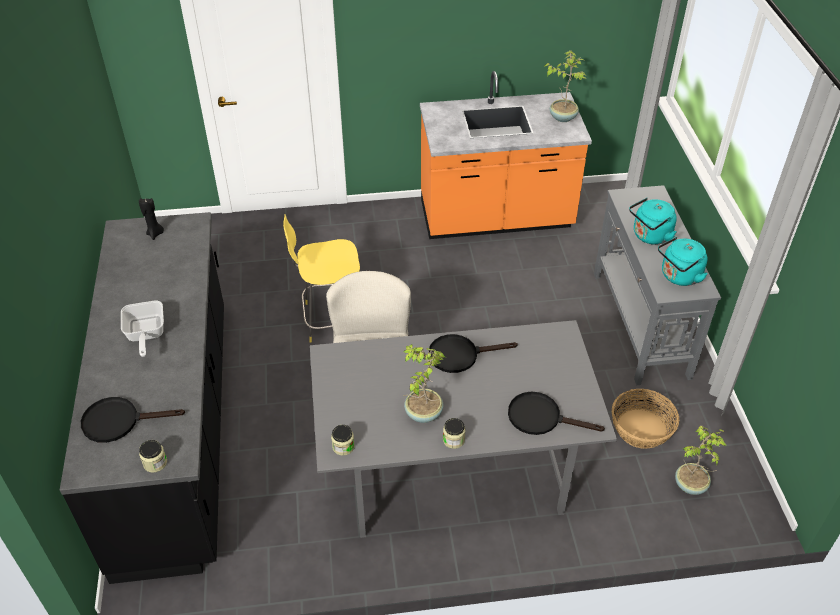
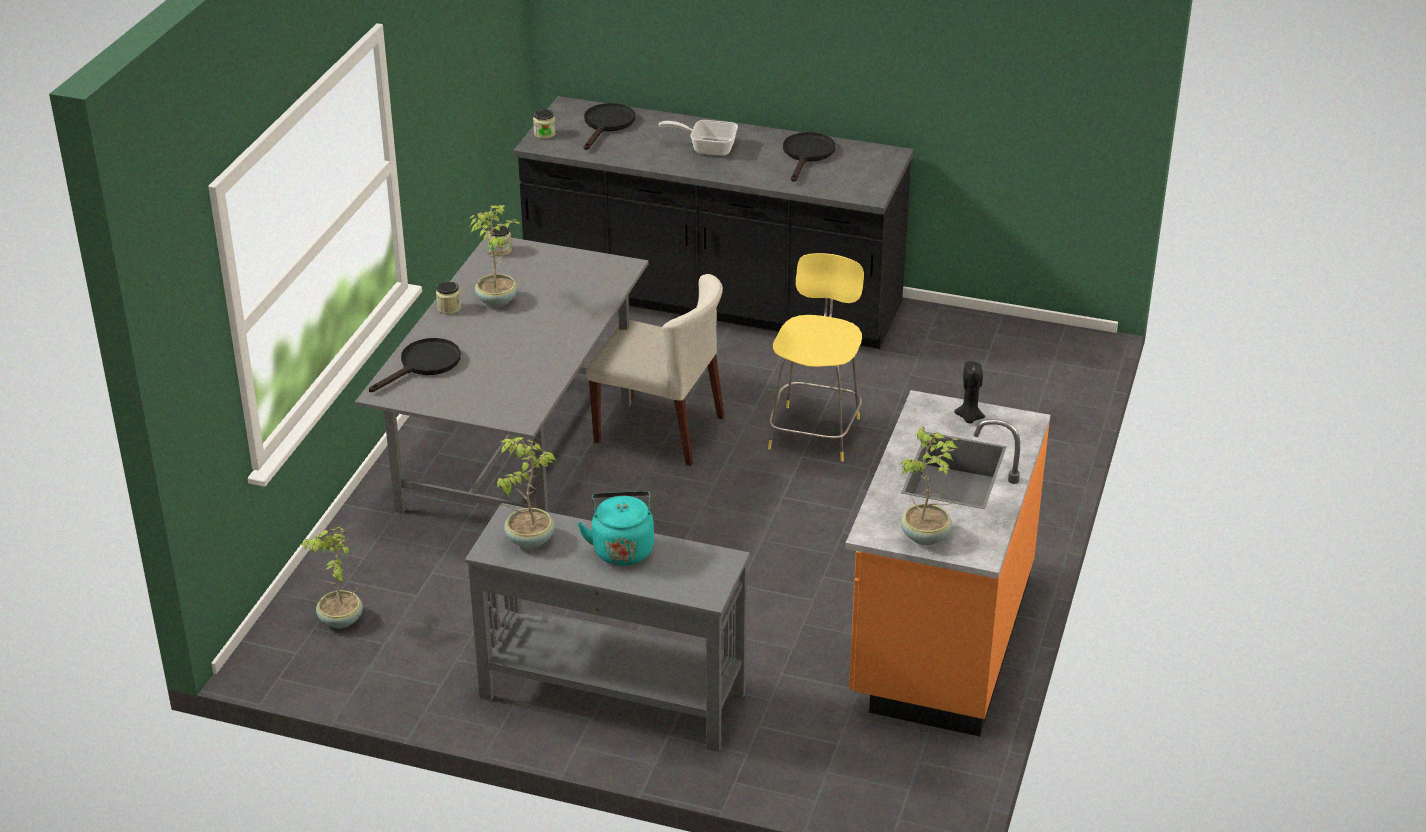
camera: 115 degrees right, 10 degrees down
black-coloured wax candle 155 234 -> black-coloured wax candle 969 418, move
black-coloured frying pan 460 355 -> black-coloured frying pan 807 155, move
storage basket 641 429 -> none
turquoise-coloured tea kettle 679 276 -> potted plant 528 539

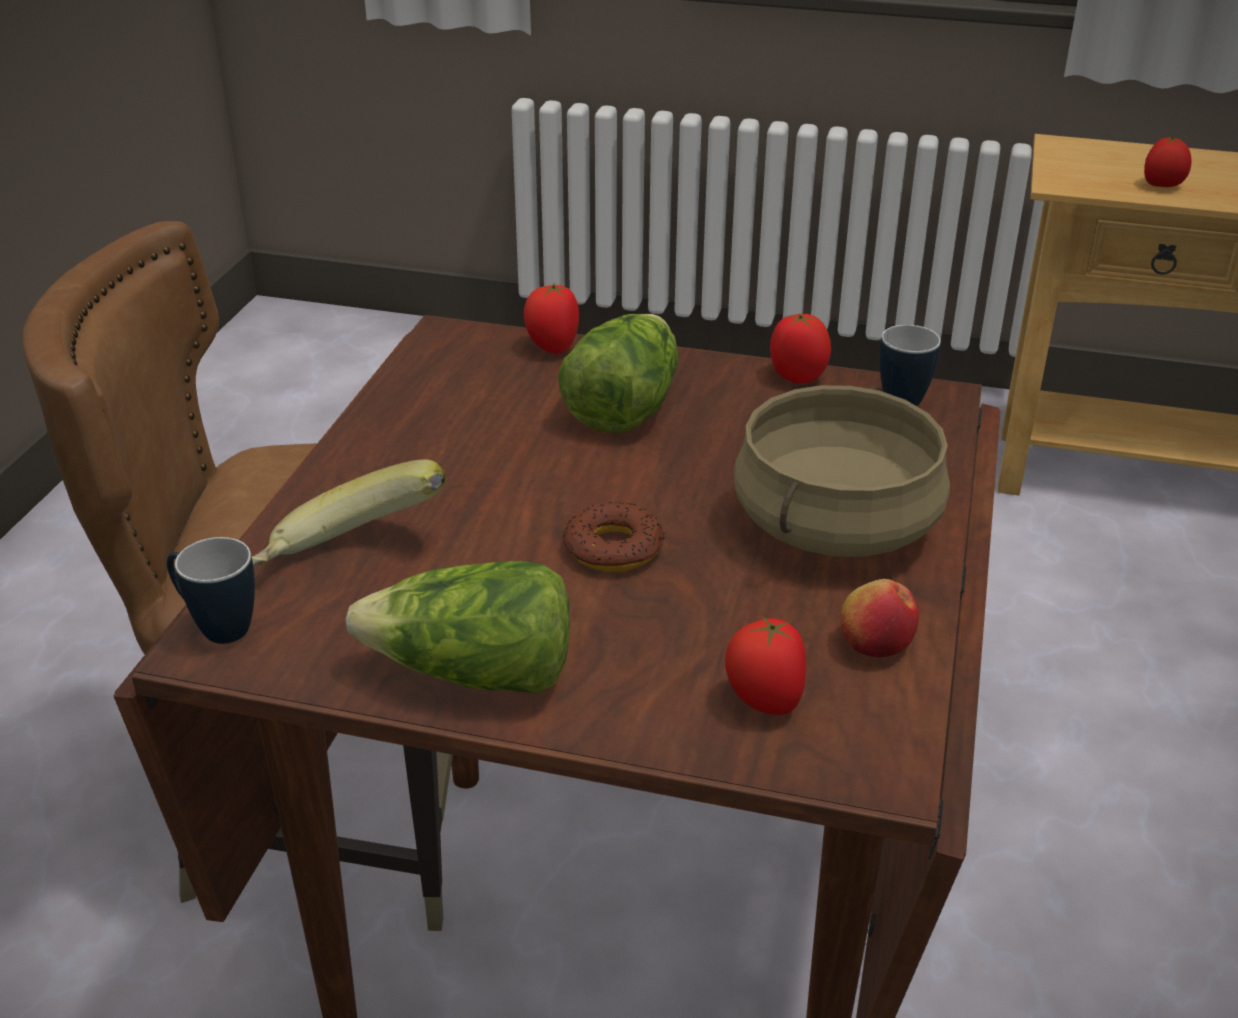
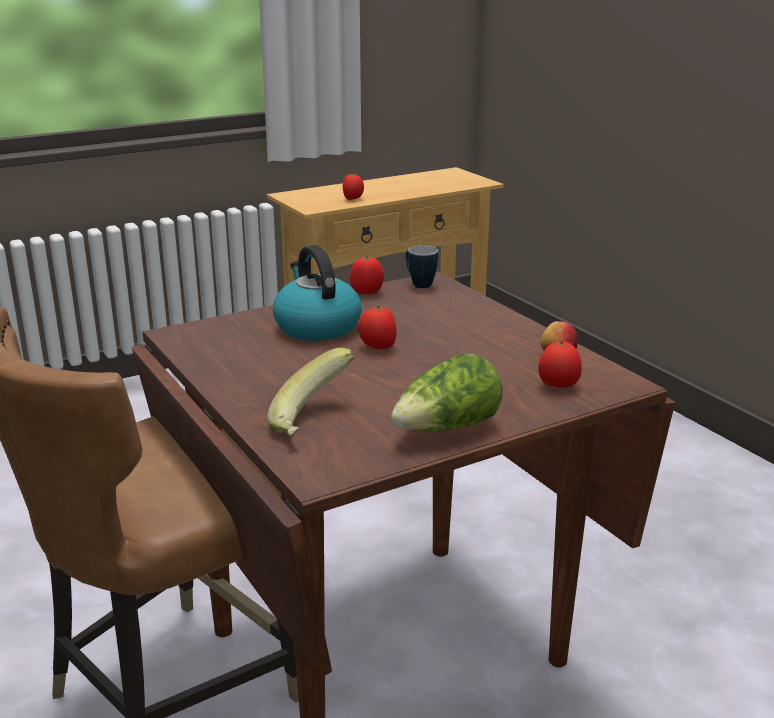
camera: 45 degrees left, 10 degrees down
tea mug 216 627 -> none
tomato 552 347 -> tomato 377 347, move
lettuce 623 406 -> tea kettle 316 326
donut 614 548 -> none
sand-coloured saucepot 834 525 -> none

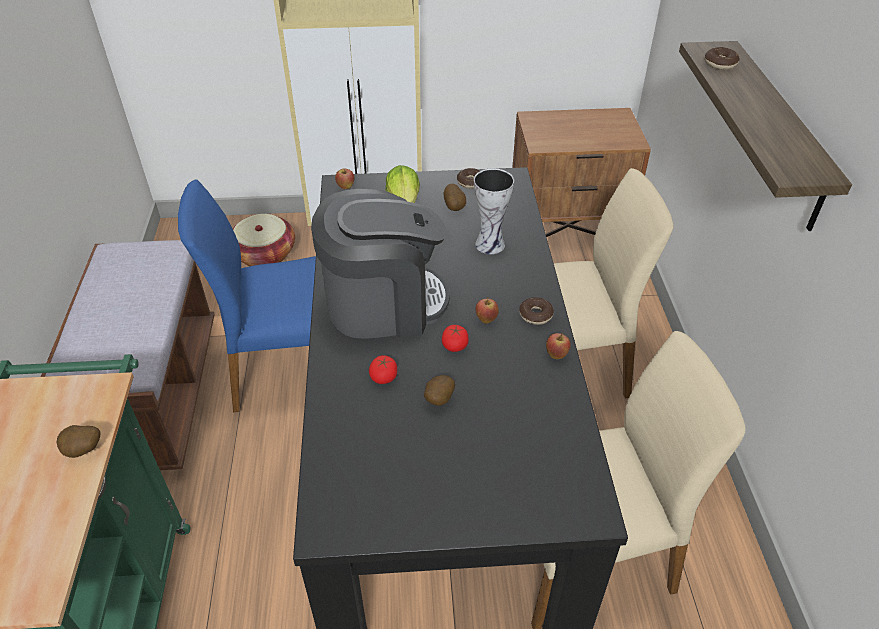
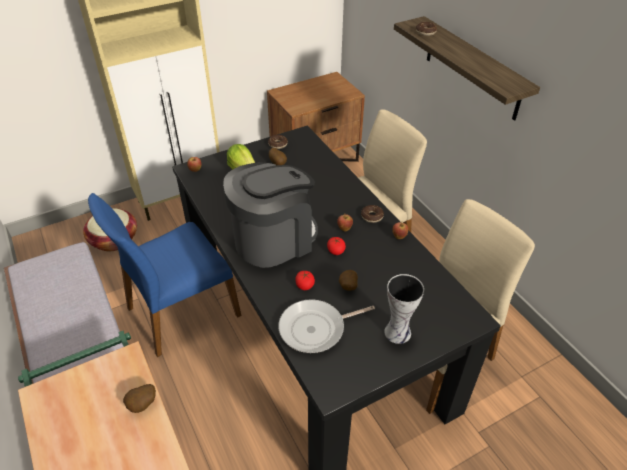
camera: 25 degrees left, 0 degrees up
vase 491 244 -> vase 398 331, move
none -> frying pan 316 329

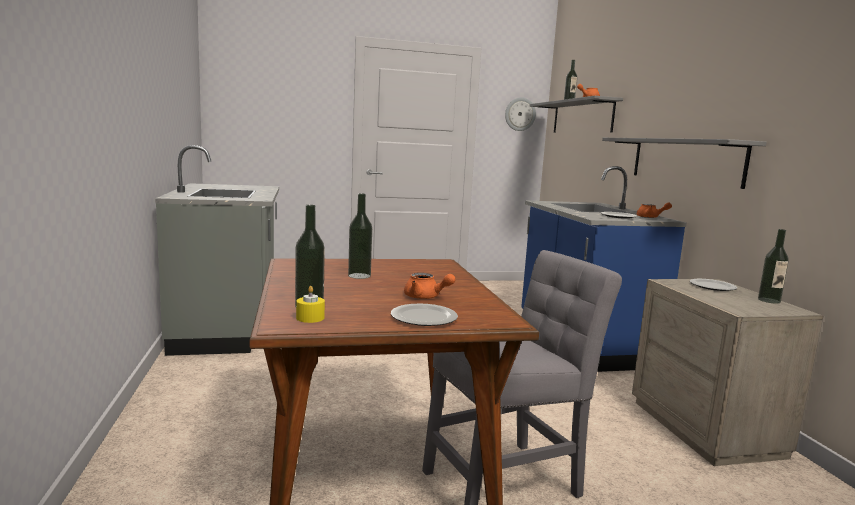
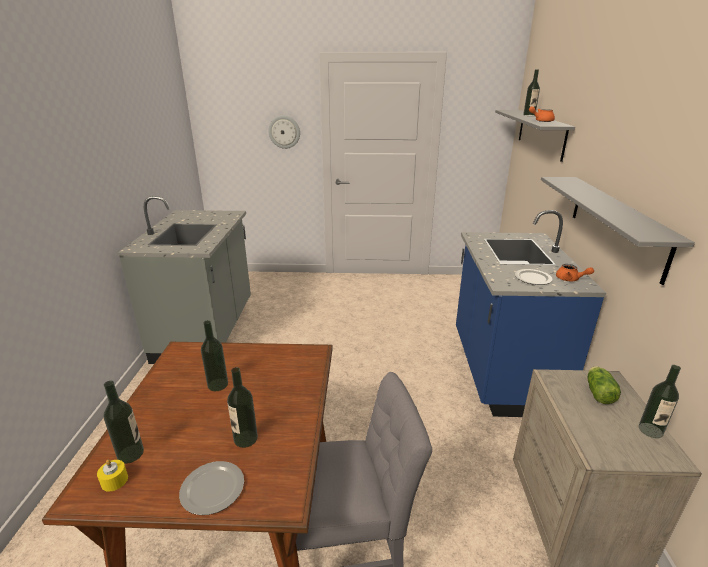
camera: 15 degrees right, 15 degrees up
orange-coloured tea pot 425 297 -> bottle 245 439
wall clock 520 114 -> wall clock 284 132, move
plate 712 287 -> lettuce 598 392

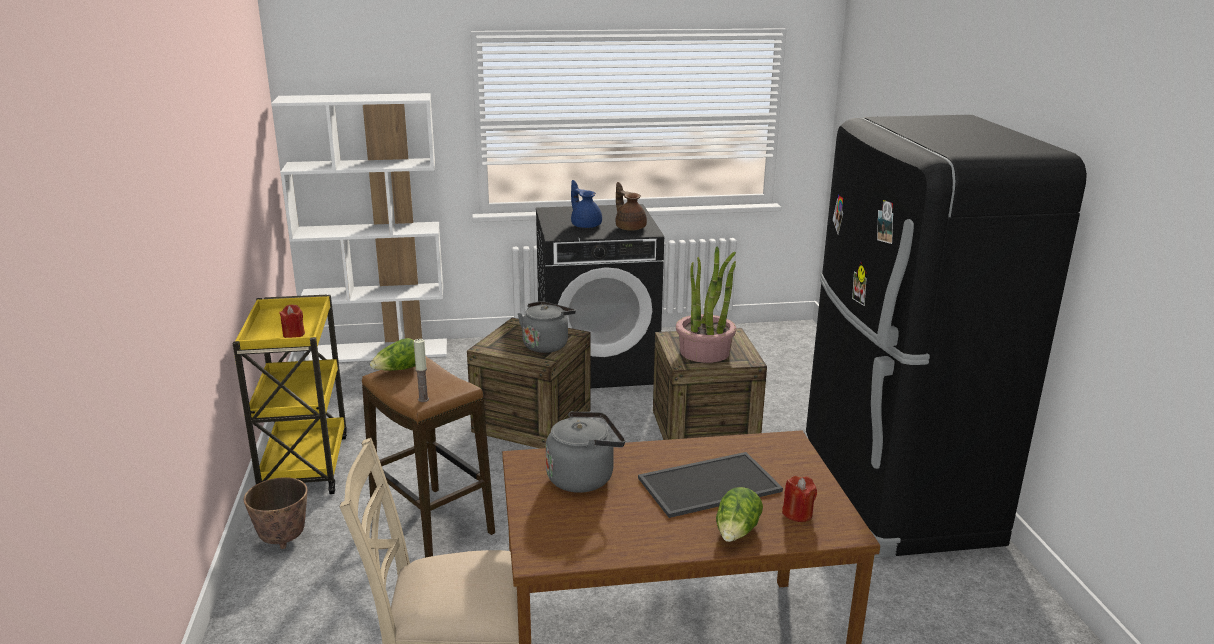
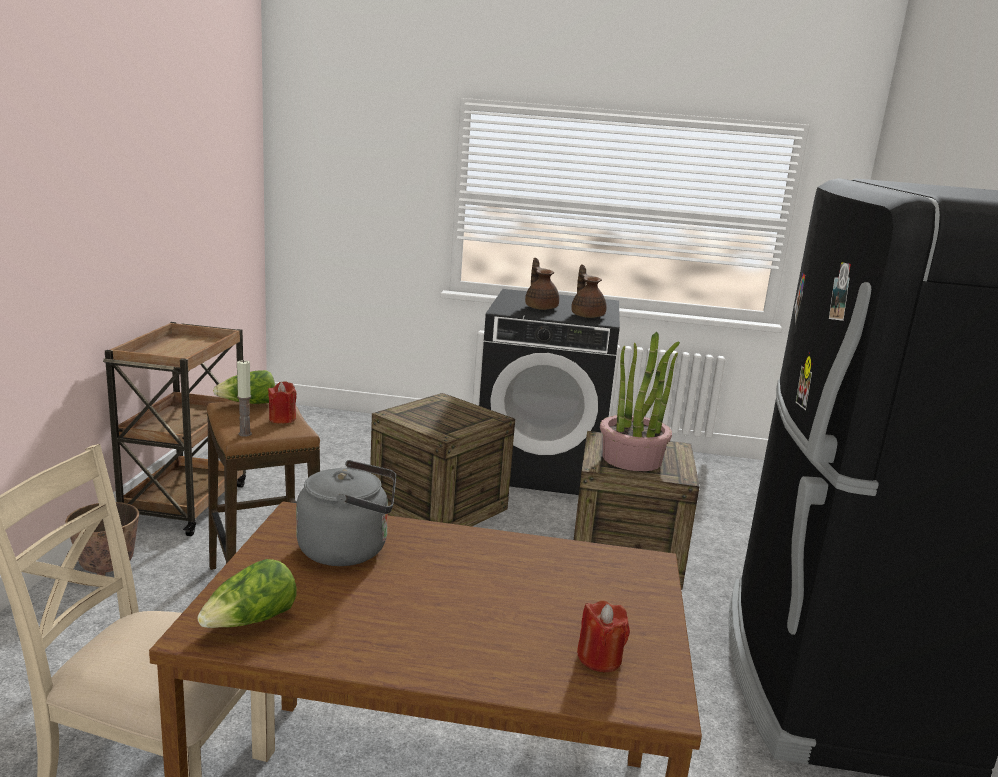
camera: 15 degrees right, 5 degrees down
yellow-coloured trolley 304 464 -> brown-coloured trolley 185 503
white-coloured bookcase 379 351 -> none
red wax candle 293 334 -> red wax candle 282 419, move
grey tea kettle 546 345 -> none
blue tea pot 585 225 -> brown-coloured tea pot 540 307
serving tray 709 483 -> none
lettuce 737 532 -> lettuce 251 622, move

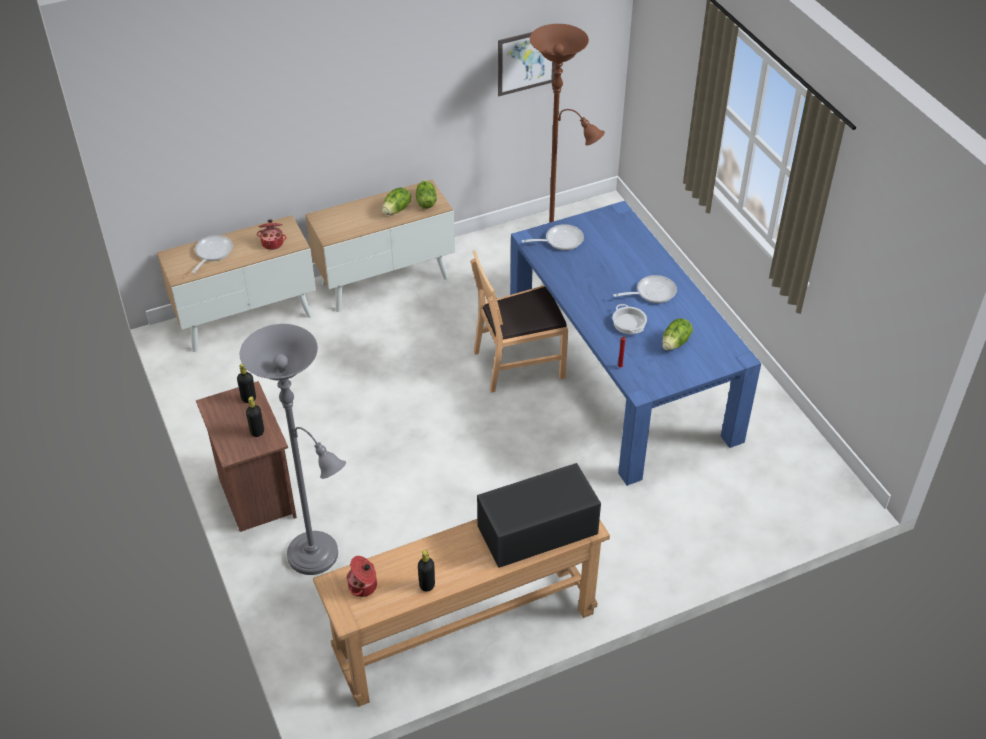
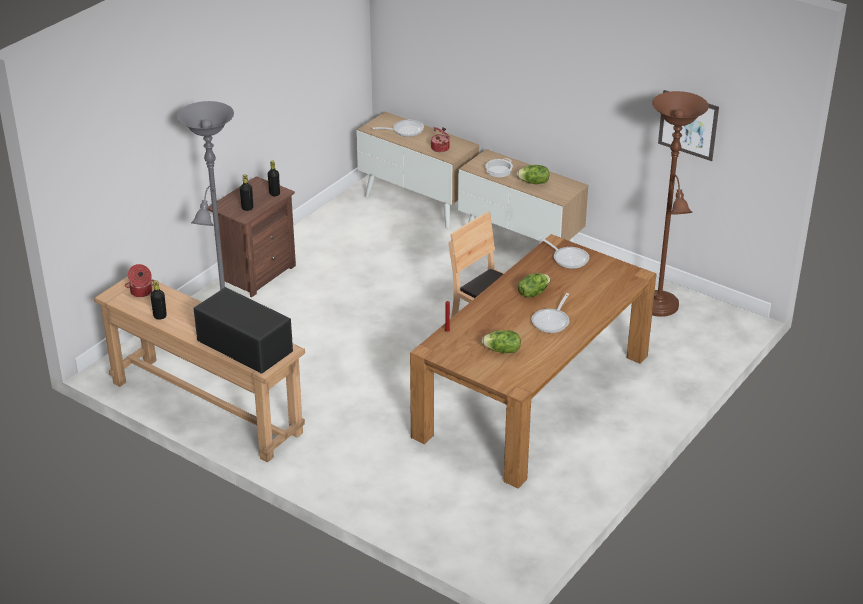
camera: 60 degrees right, 10 degrees down
lettuce 425 202 -> lettuce 533 293, move
blue kitchen table 621 374 -> brown-coloured kitchen table 533 395
frying pan 652 292 -> frying pan 552 321, 75 degrees clockwise
saucepot 629 323 -> saucepot 499 171, move

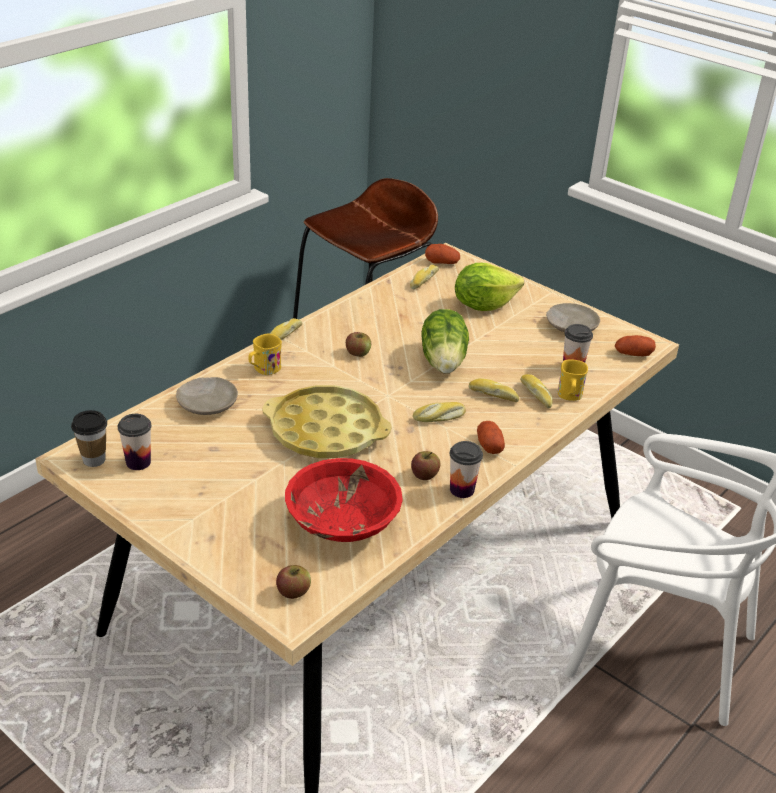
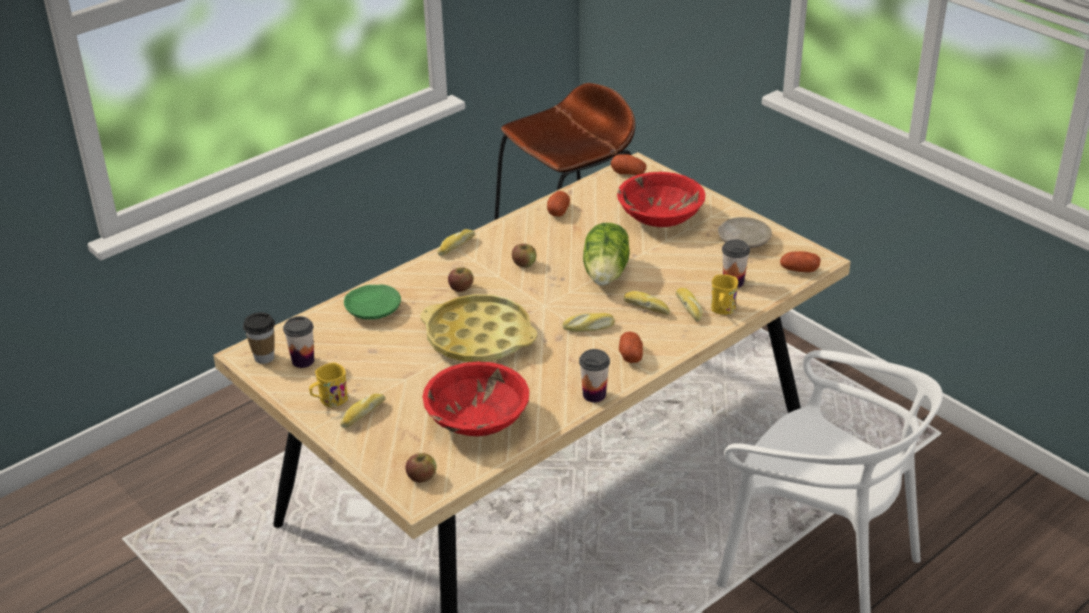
camera: 10 degrees right, 0 degrees up
sand-coloured plate 208 404 -> green-coloured plate 373 309
yellow-coloured tea mug 264 370 -> yellow-coloured tea mug 329 400, move
baked bread 423 281 -> baked bread 362 414, move
apple 424 475 -> apple 461 288, move
lettuce 483 305 -> red serving bowl 659 217
none -> whole potato 558 211

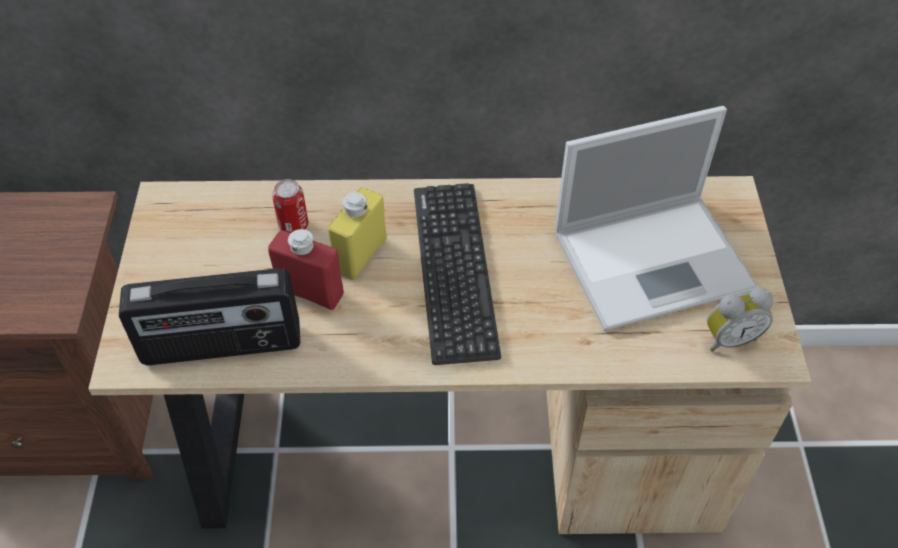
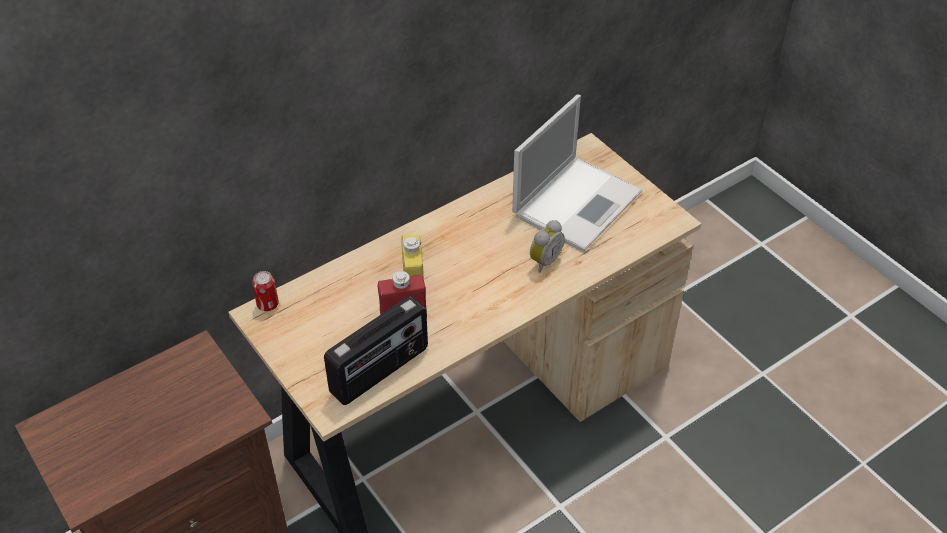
camera: 35 degrees left, 5 degrees down
can 293 225 -> can 267 304, move
PC keyboard 454 270 -> none
bedside clock 729 338 -> bedside clock 544 261, move

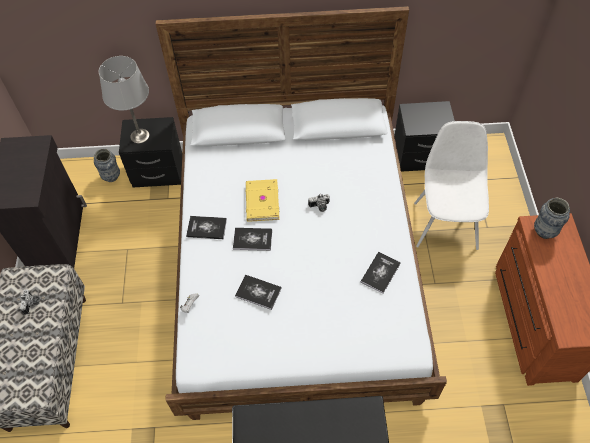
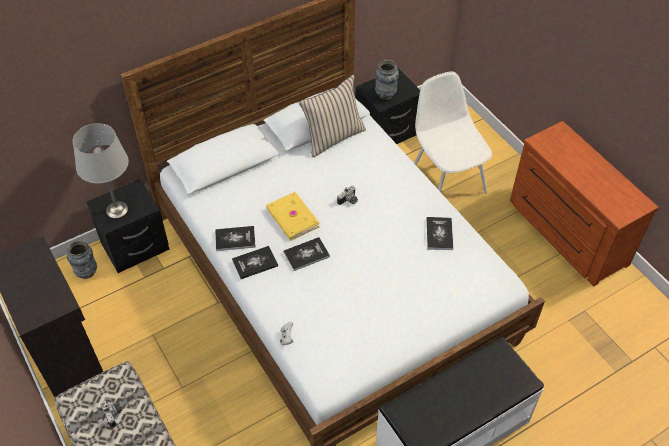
camera: 30 degrees left, 5 degrees down
bound book 258 292 -> bound book 235 239, move
vase 544 231 -> vase 385 95, move
none -> sand-coloured cushion 333 137

